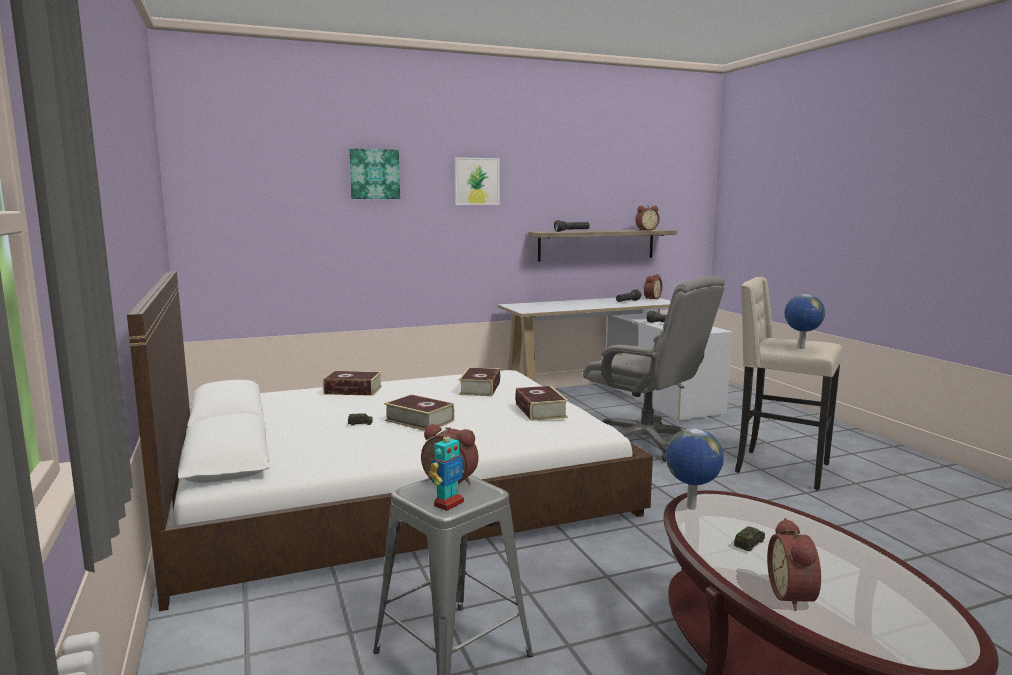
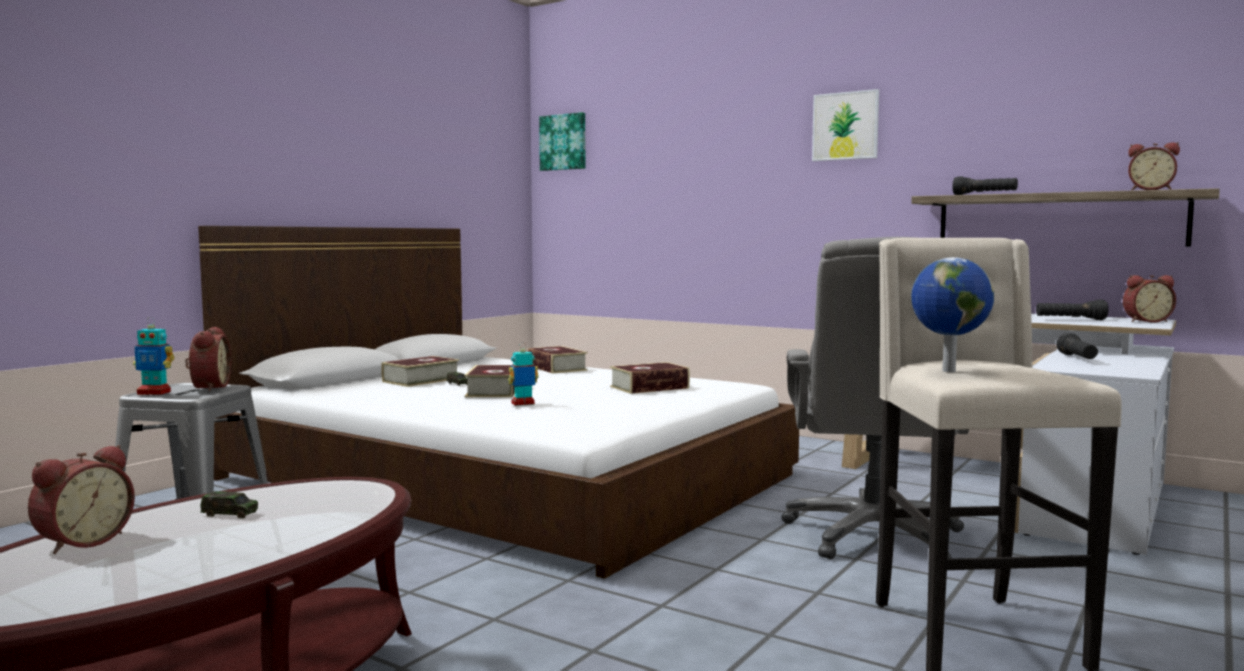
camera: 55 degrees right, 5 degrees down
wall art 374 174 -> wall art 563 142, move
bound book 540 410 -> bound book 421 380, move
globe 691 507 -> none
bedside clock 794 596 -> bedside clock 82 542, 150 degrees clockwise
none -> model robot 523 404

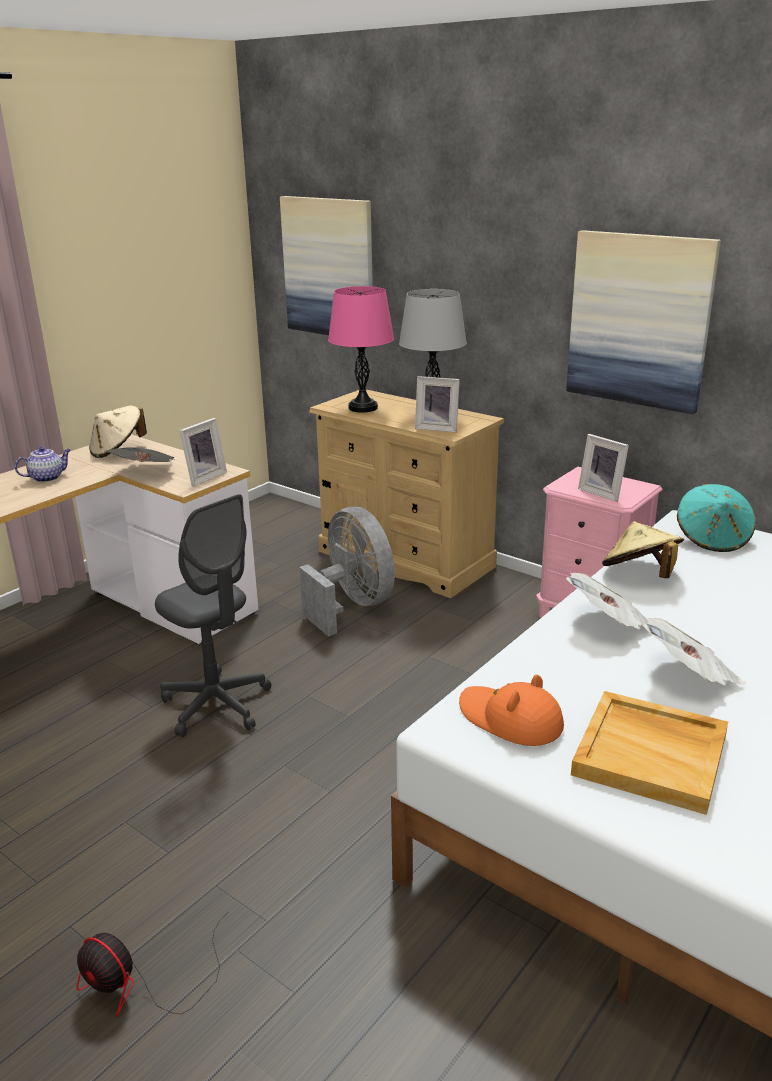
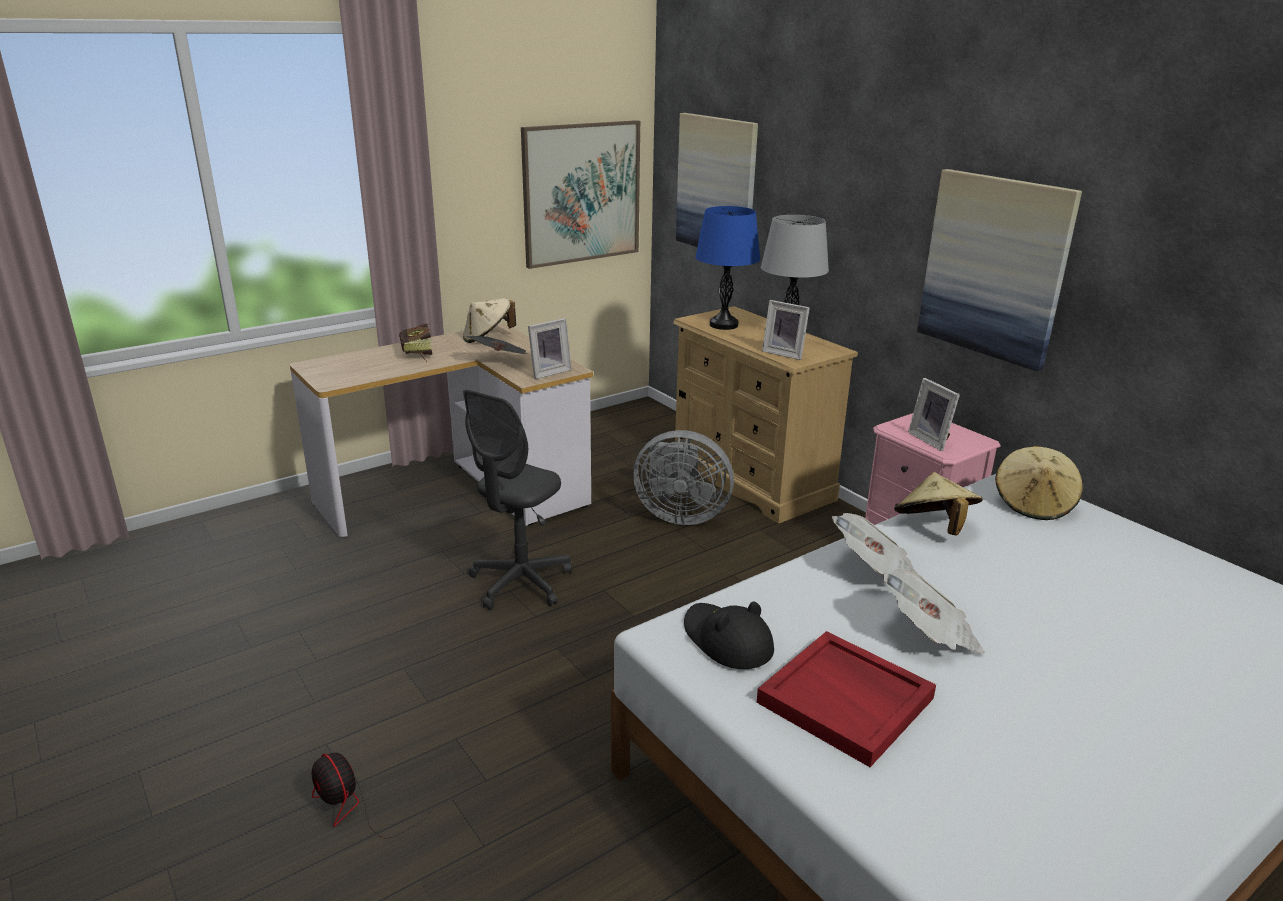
camera: 15 degrees right, 0 degrees up
tea pot 47 477 -> bound book 417 355
grey desk chair 216 705 -> grey desk chair 520 583, 60 degrees clockwise
grey fan 352 606 -> grey fan 680 515, 120 degrees clockwise
pinkish lamp for a table 363 408 -> blue lamp for a table 723 325
orange-coloured hat 510 719 -> black-coloured hat 726 640
sand-coloured serving tray 652 754 -> red serving tray 847 700
turquoise-coloured hat 712 539 -> sand-coloured hat 1034 504
none -> wall art 581 193

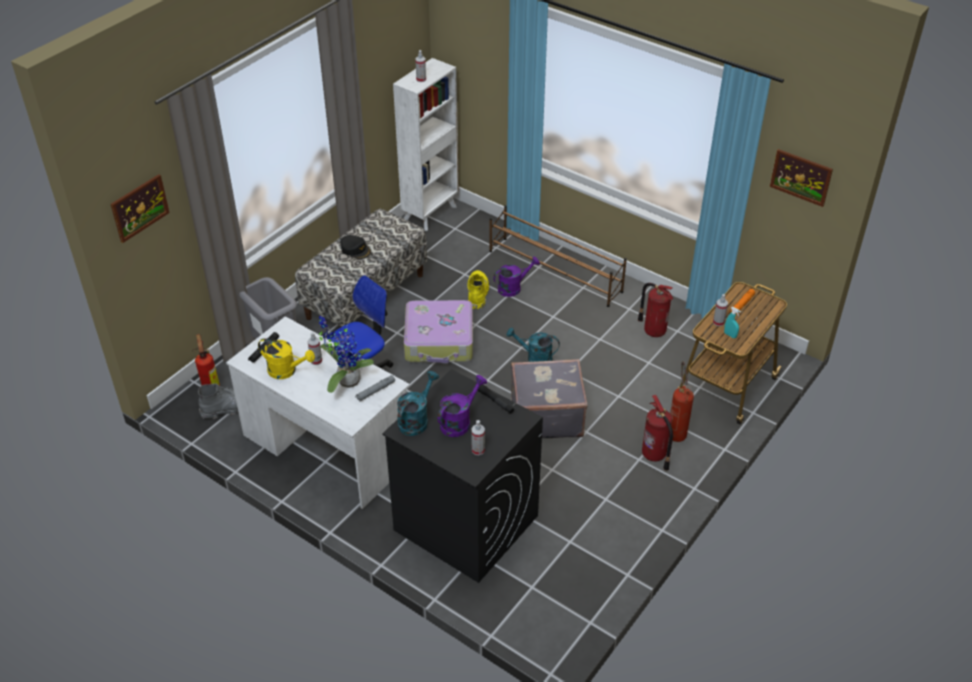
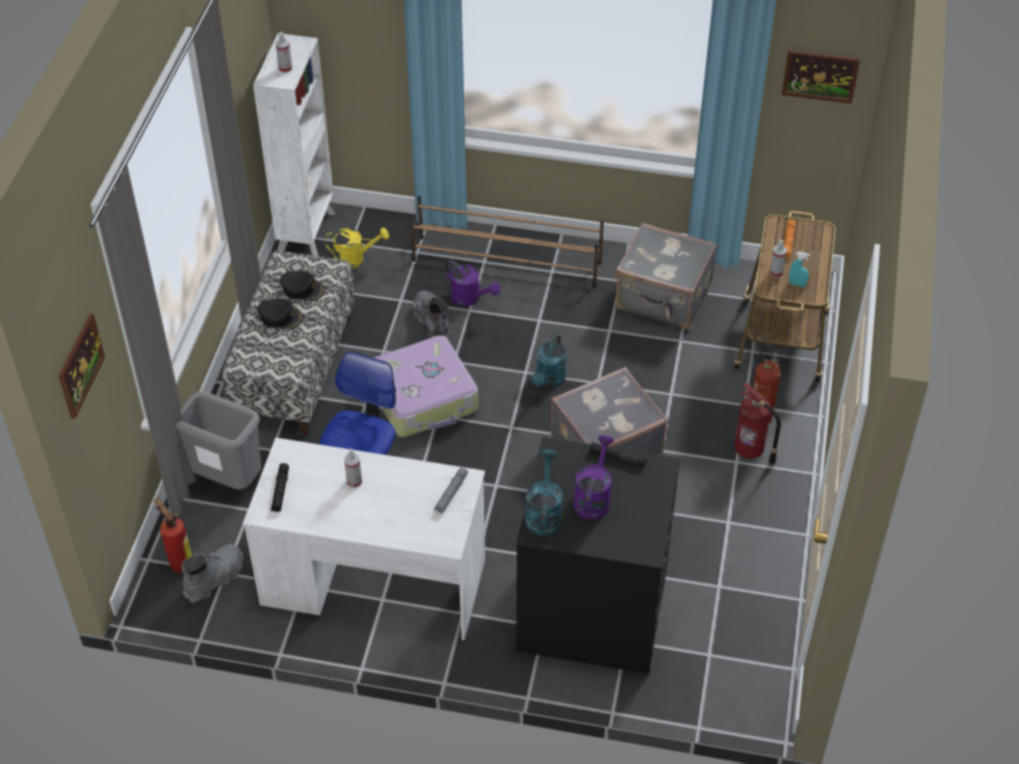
camera: 25 degrees left, 5 degrees up
yellow-coloured watering can 287 371 -> yellow-coloured watering can 355 259, move
potted plant 346 380 -> none
yellow-coloured high-top boot 477 294 -> grey high-top boot 432 321
sprayer 478 450 -> none
purplish watering can 513 287 -> purplish watering can 470 298, 90 degrees clockwise
turquoise-coloured watering can 534 358 -> turquoise-coloured watering can 549 380, 60 degrees counterclockwise
extinguisher 653 330 -> grey piece of luggage 663 299
none -> black-coloured baseball cap 303 289

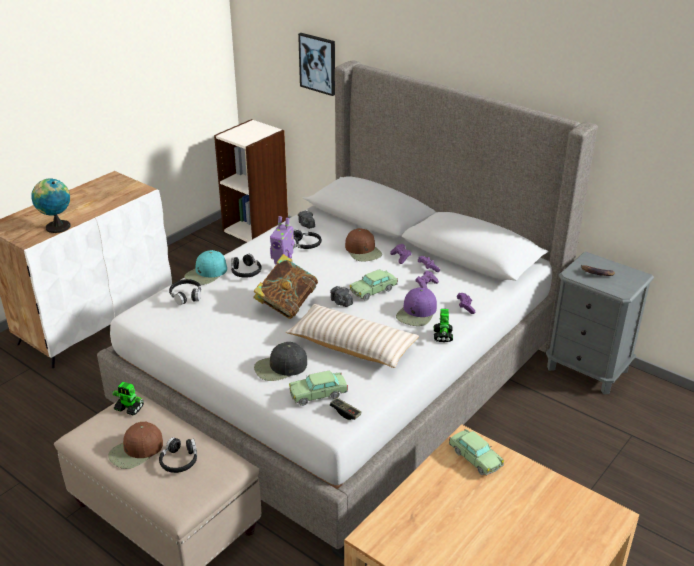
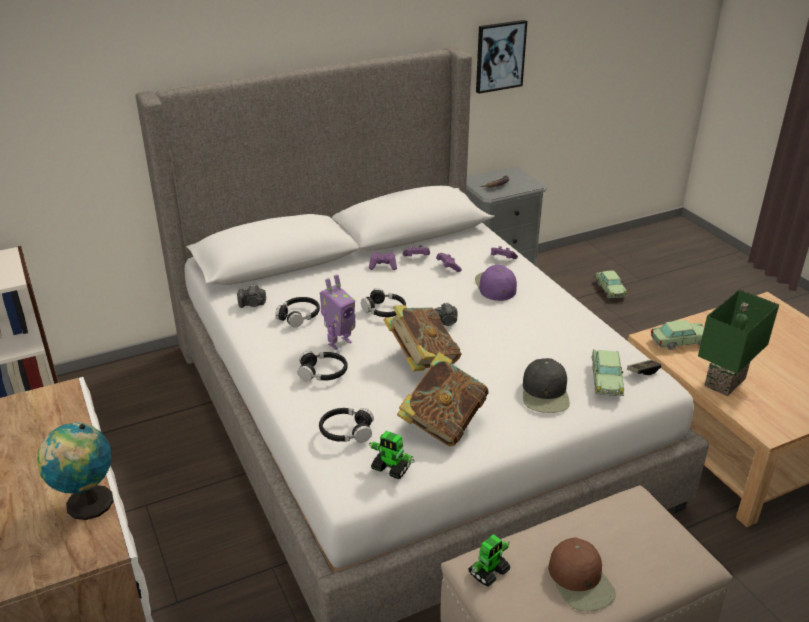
camera: 65 degrees left, 0 degrees up
black-coloured headphones 179 461 -> black-coloured headphones 384 310, move
turquoise-coloured baseball cap 206 273 -> none
sand-coloured cushion 352 345 -> none
wall art 318 63 -> wall art 499 56, move
brown-coloured baseball cap 363 251 -> none
miniature car 373 290 -> miniature car 610 290, move
purplish baseball cap 417 313 -> purplish baseball cap 495 286, 150 degrees counterclockwise
model robot 442 336 -> model robot 391 468, move
none -> bound book 442 424
none -> green-coloured lamp for a table 726 383

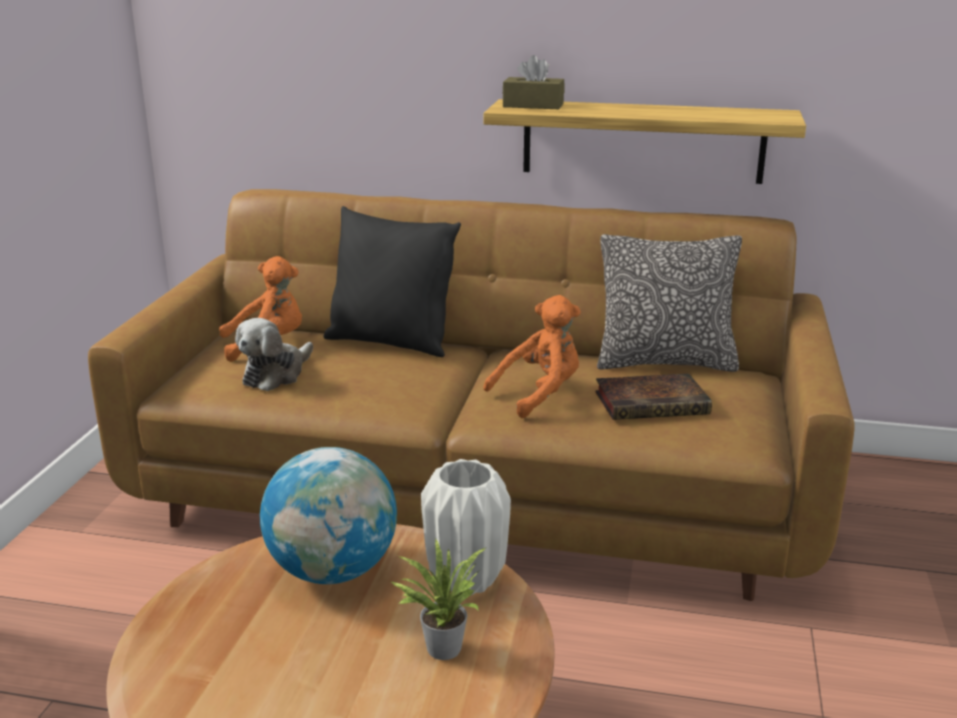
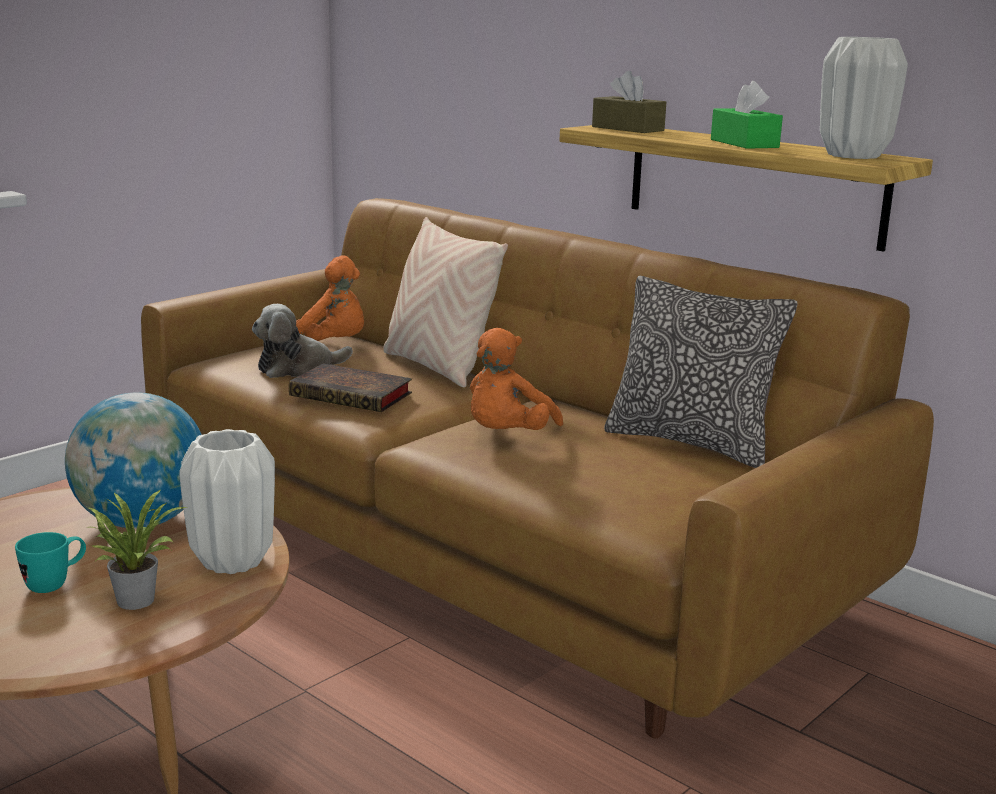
camera: 30 degrees right, 5 degrees down
black-coloured cushion 390 342 -> sand-coloured cushion 438 367
orange-coloured soft toy 540 394 -> orange-coloured soft toy 507 436, 120 degrees clockwise
bound book 653 403 -> bound book 354 395, move
none -> turquoise-coloured tea mug 55 584
none -> green-coloured box of tissues 744 143
none -> white-coloured vase 852 155

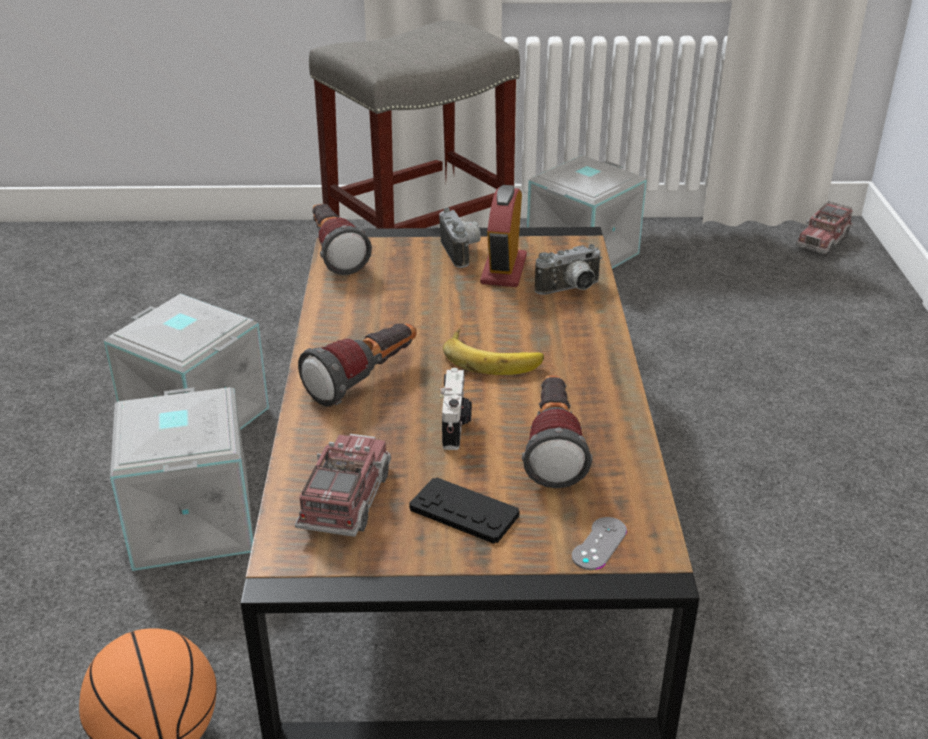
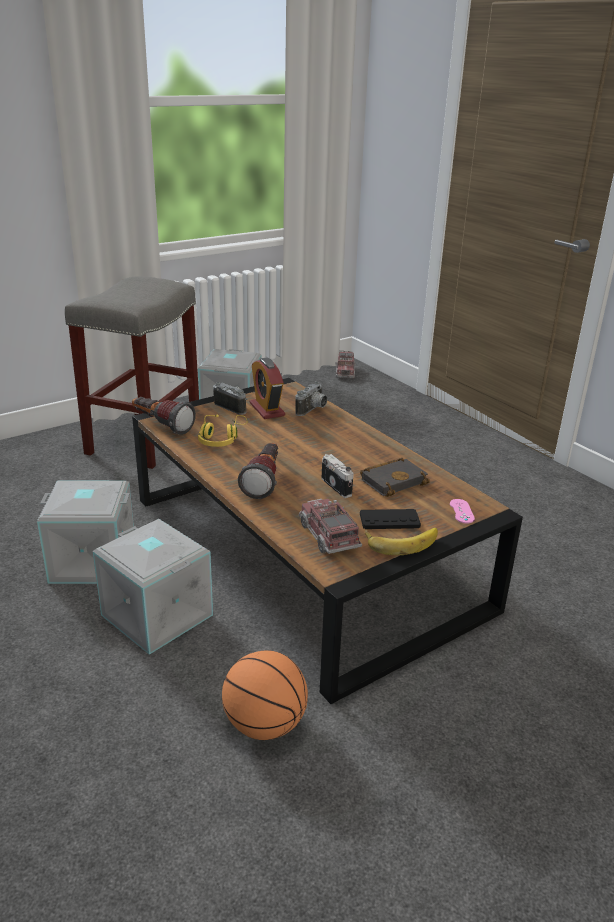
camera: 35 degrees left, 5 degrees down
banana 493 357 -> banana 401 541, move
flashlight 553 447 -> black-coloured bound book 393 480
grey gamepad 599 544 -> pinkish gamepad 461 511
none -> yellow-coloured headphones 221 439

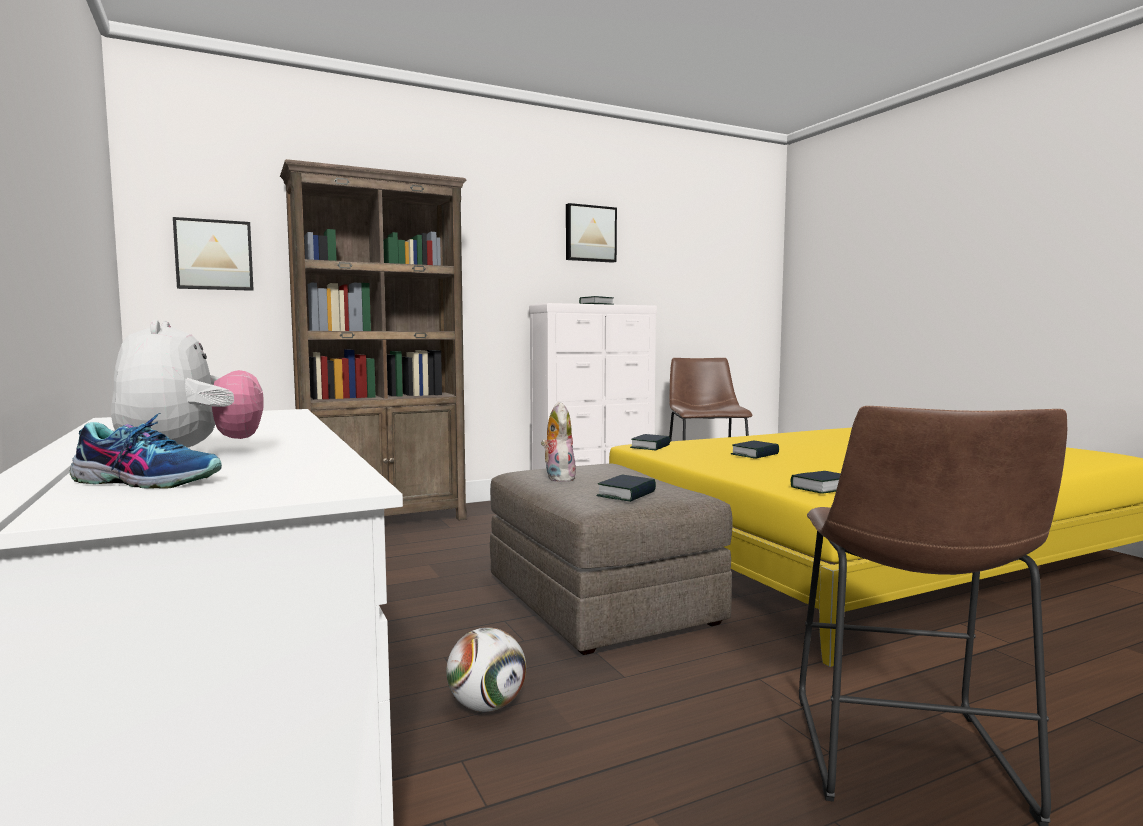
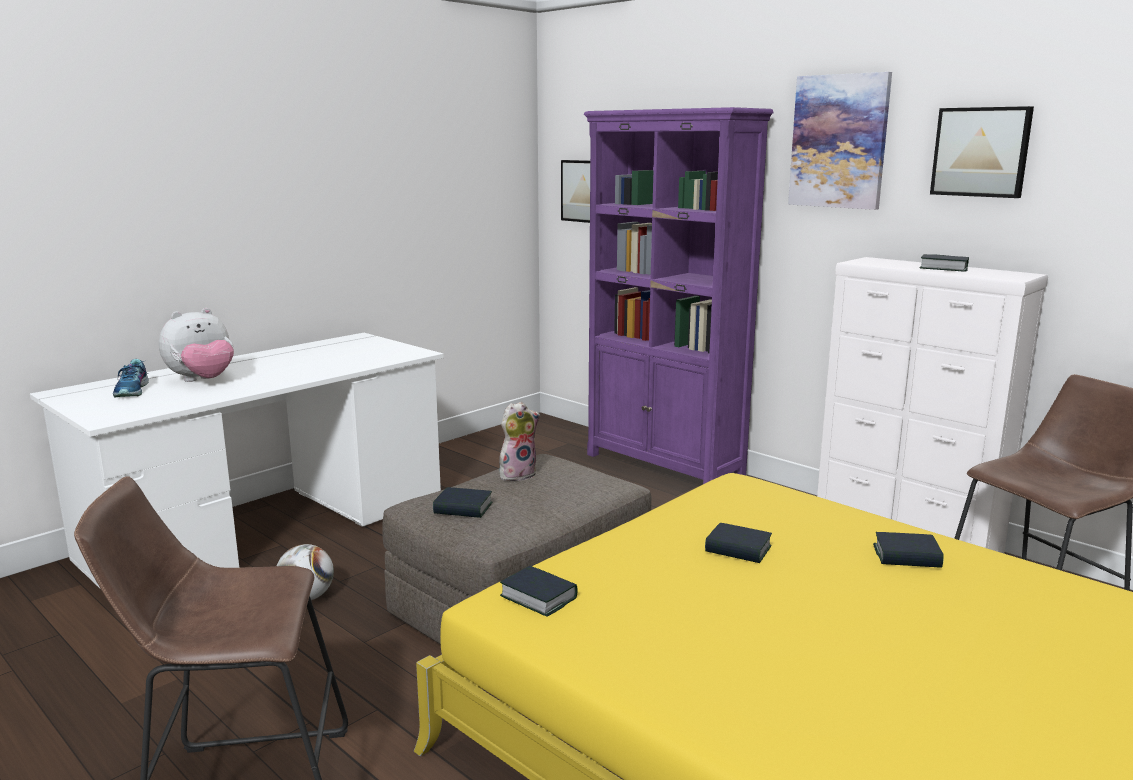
camera: 70 degrees right, 10 degrees up
brown-coloured bookcase 385 521 -> purplish bookcase 664 466
bound book 650 447 -> bound book 907 556, move
none -> wall art 839 141

